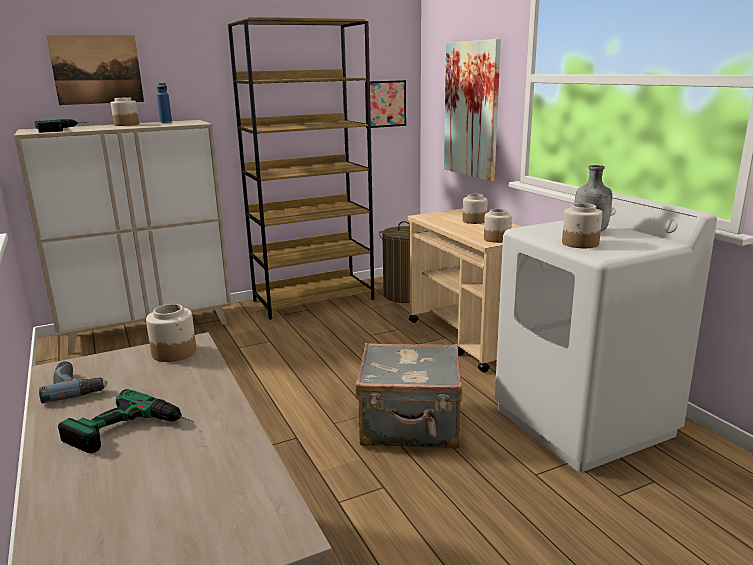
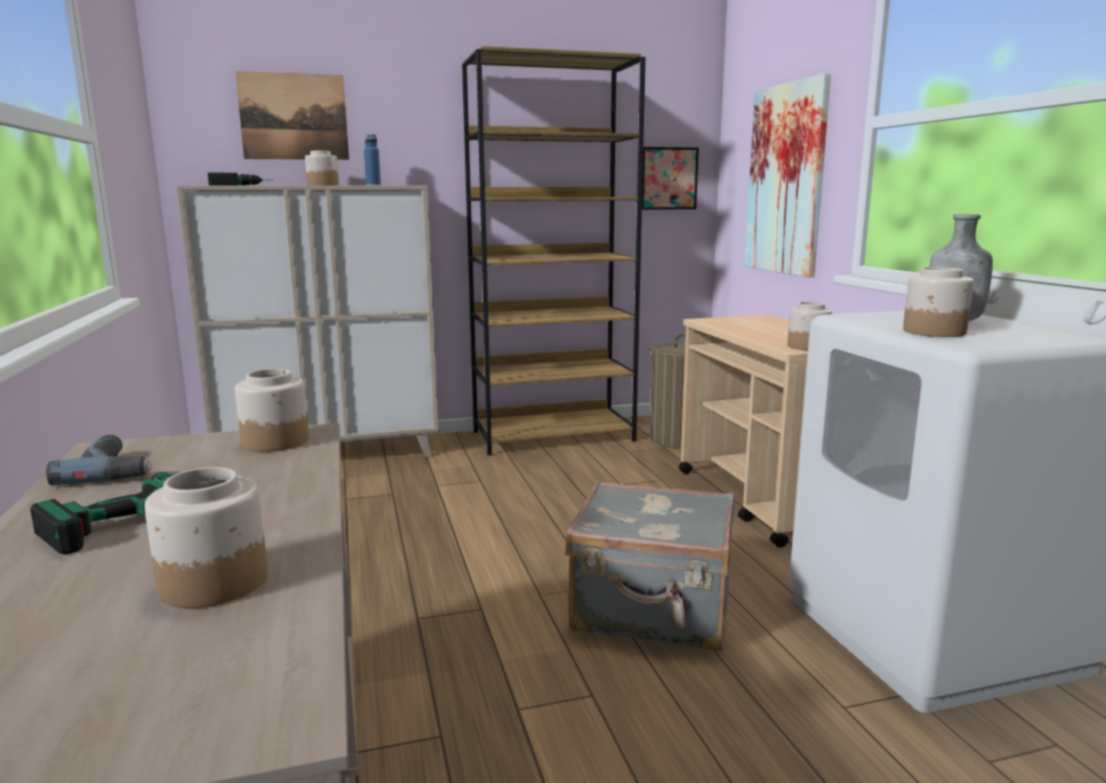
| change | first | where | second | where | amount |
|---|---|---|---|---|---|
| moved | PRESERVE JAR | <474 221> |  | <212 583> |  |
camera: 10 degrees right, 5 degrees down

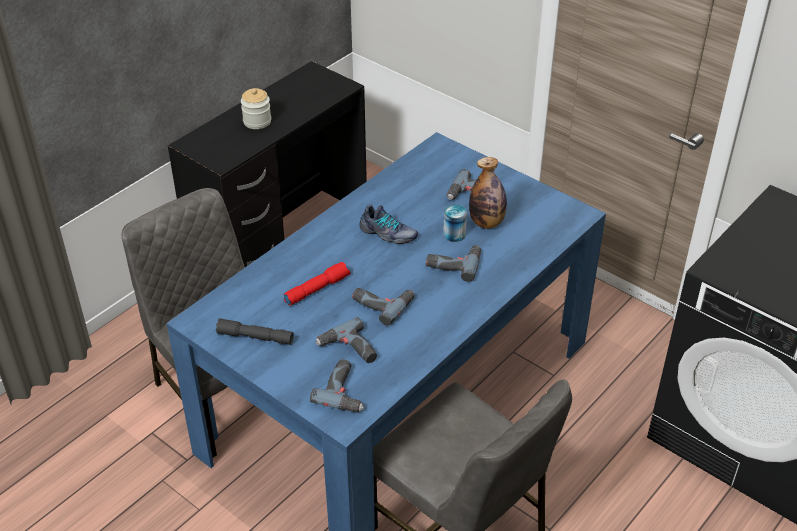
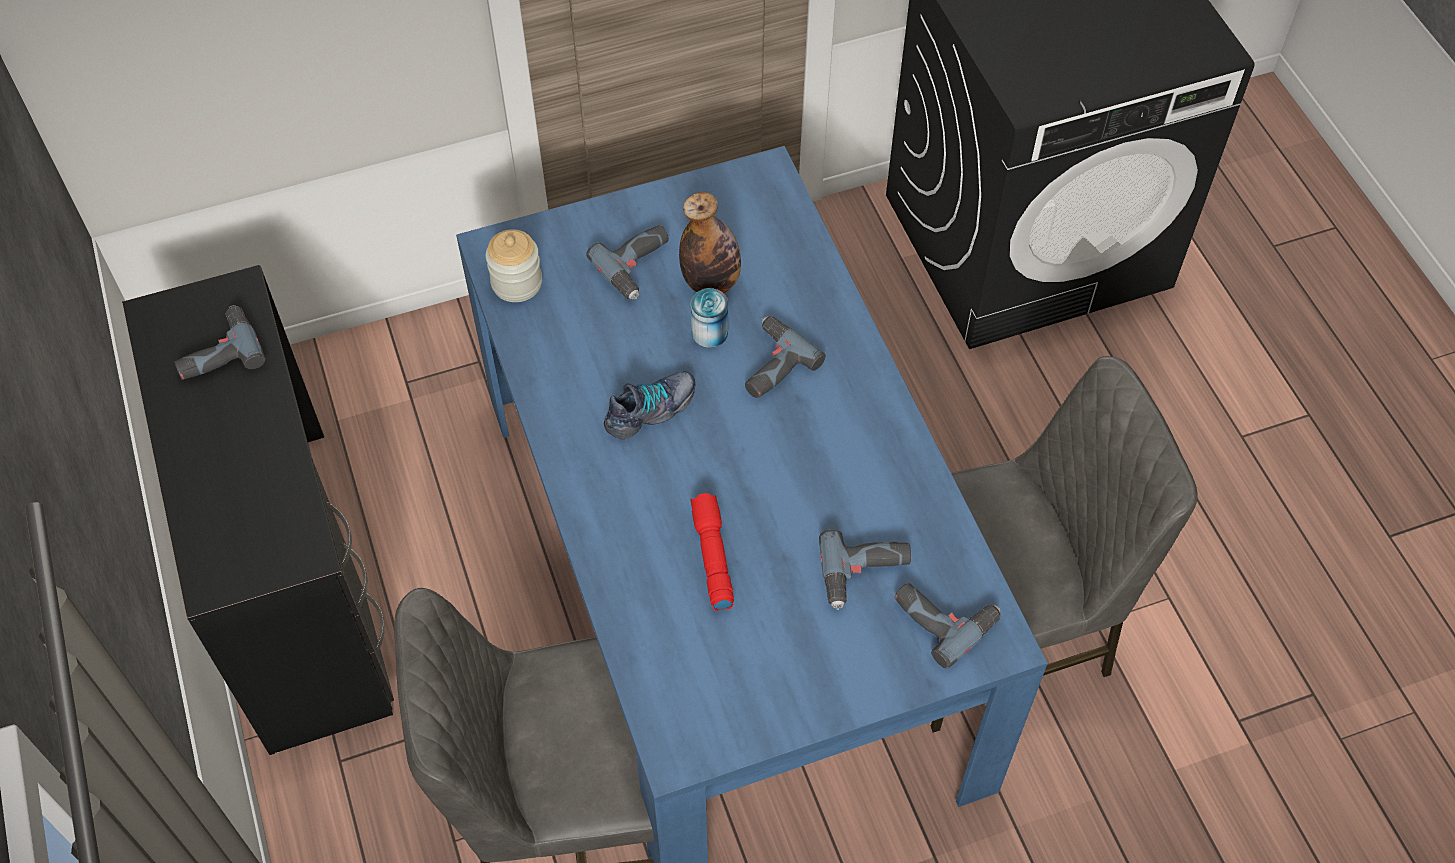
| change | first | where | second | where | amount |
|---|---|---|---|---|---|
| moved | ELECTRIC DRILL | <382 303> |  | <217 351> |  |
| moved | PRESERVE JAR | <257 121> |  | <517 283> |  |
| removed | GREYISH HAND TORCH | <255 337> |  |  |  |
camera: 60 degrees left, 15 degrees up

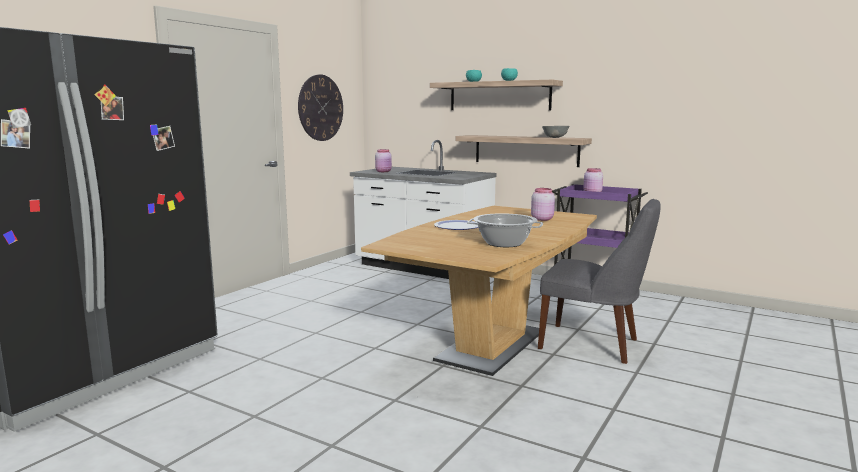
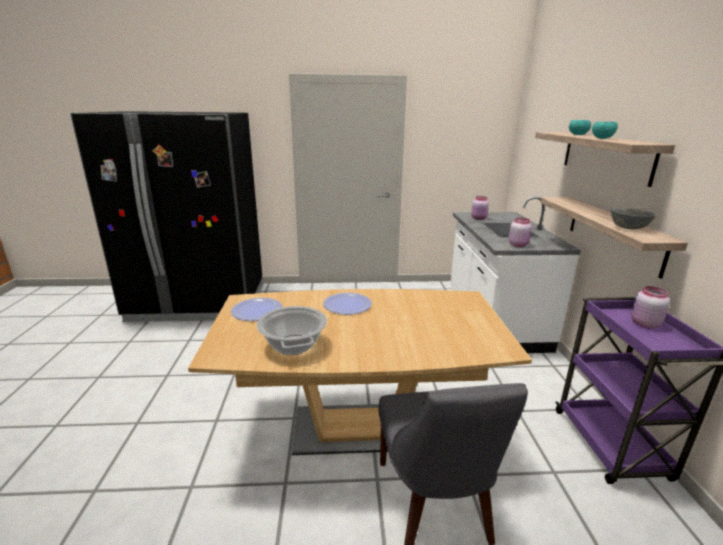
| change | first | where | second | where | amount |
|---|---|---|---|---|---|
| added |  |  | FLAT DISH | <257 310> |  |
| moved | PINK PRESERVE JAR | <542 219> |  | <518 245> |  |
| removed | WALL CLOCK | <320 108> |  |  |  |
camera: 55 degrees right, 10 degrees up

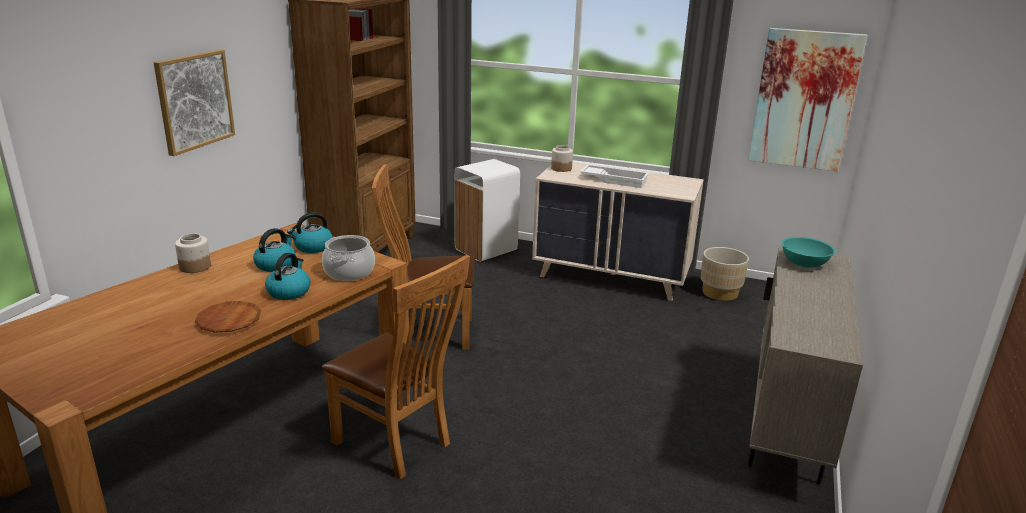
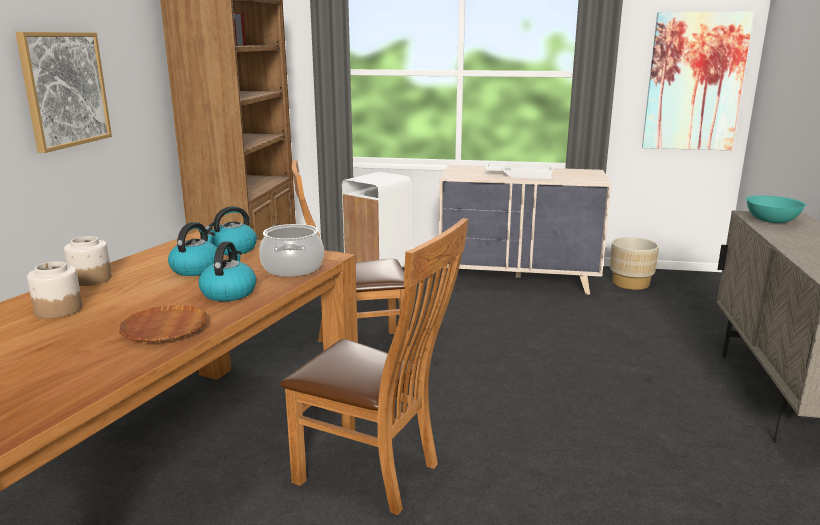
| change | first | where | second | where | amount |
|---|---|---|---|---|---|
| moved | PRESERVE JAR | <561 168> |  | <58 310> |  |
camera: 10 degrees left, 5 degrees down

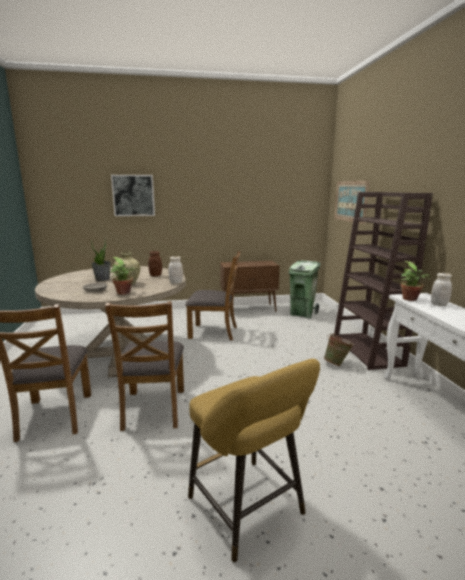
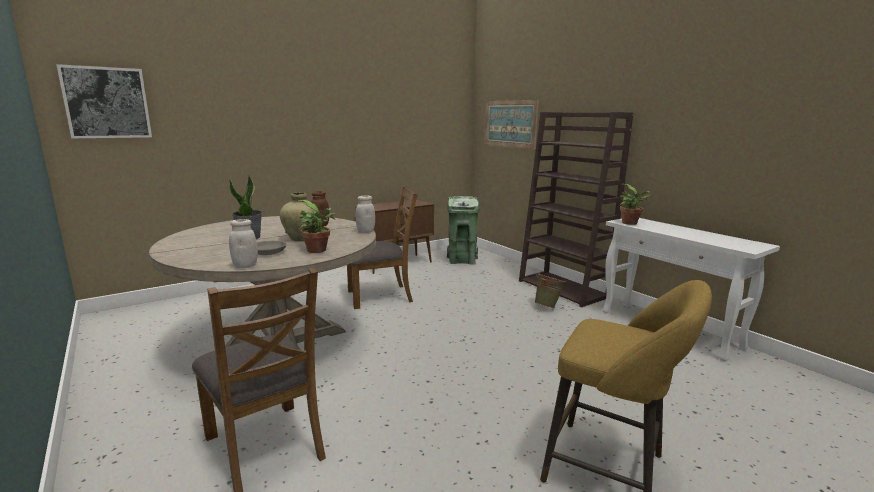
| change | first | where | second | where | amount |
|---|---|---|---|---|---|
| moved | WALL PICTURE | <133 195> |  | <107 103> |  |
| moved | WHITE PRESERVE JAR | <439 304> |  | <245 266> |  |
| removed | BROWNISH PLAIN CHAIR | <153 408> |  |  |  |
camera: 25 degrees left, 0 degrees up

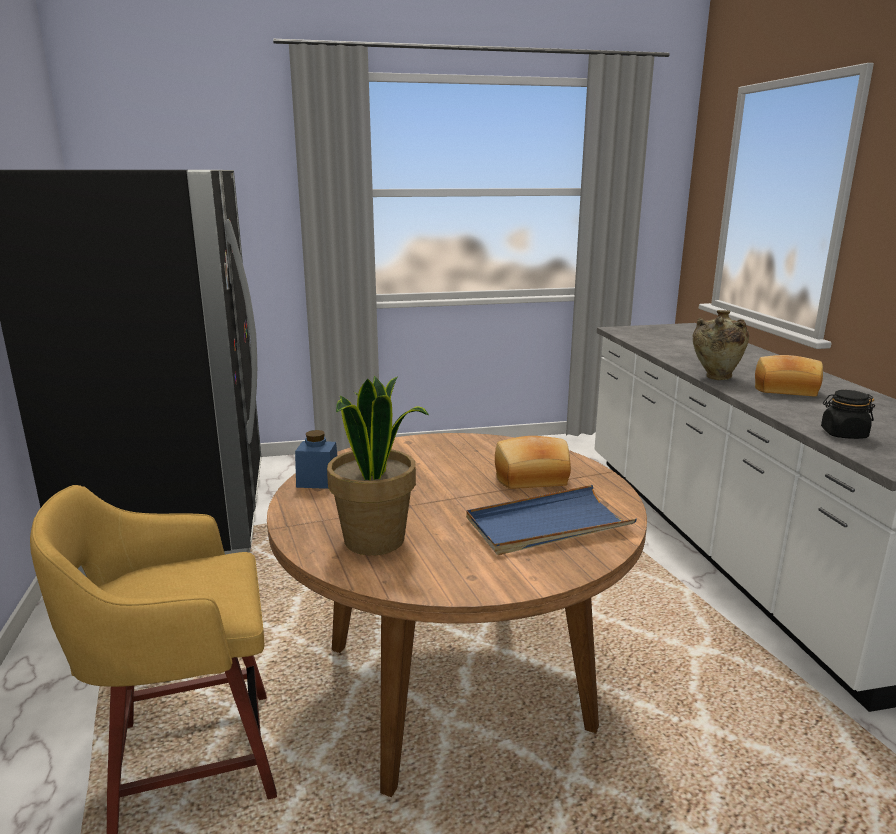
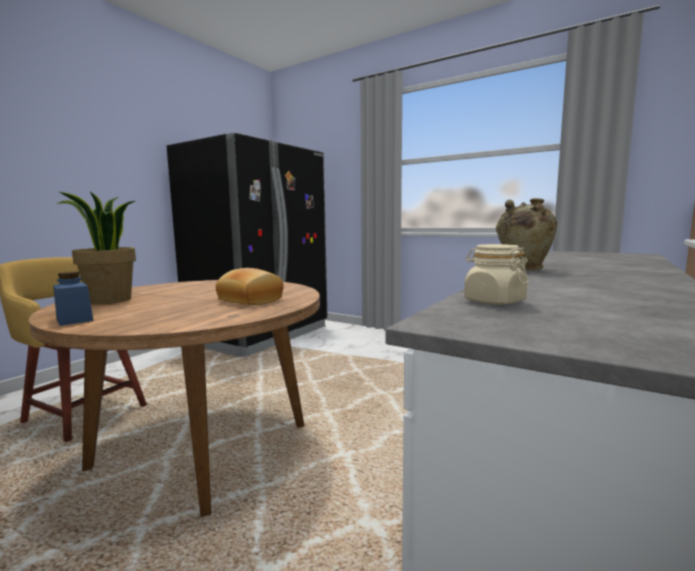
| change | first | where | second | where | amount |
|---|---|---|---|---|---|
| moved | BLUE-COLOURED PRESERVE JAR | <318 481> |  | <74 320> |  |
| recoloured | BLACK PRESERVE JAR | <843 434> | SAND-COLOURED PRESERVE JAR | <493 301> |  |
| removed | BLUE-COLOURED TRAY | <547 525> |  |  |  |
| removed | BREAD | <785 389> |  |  |  |
camera: 45 degrees right, 10 degrees down

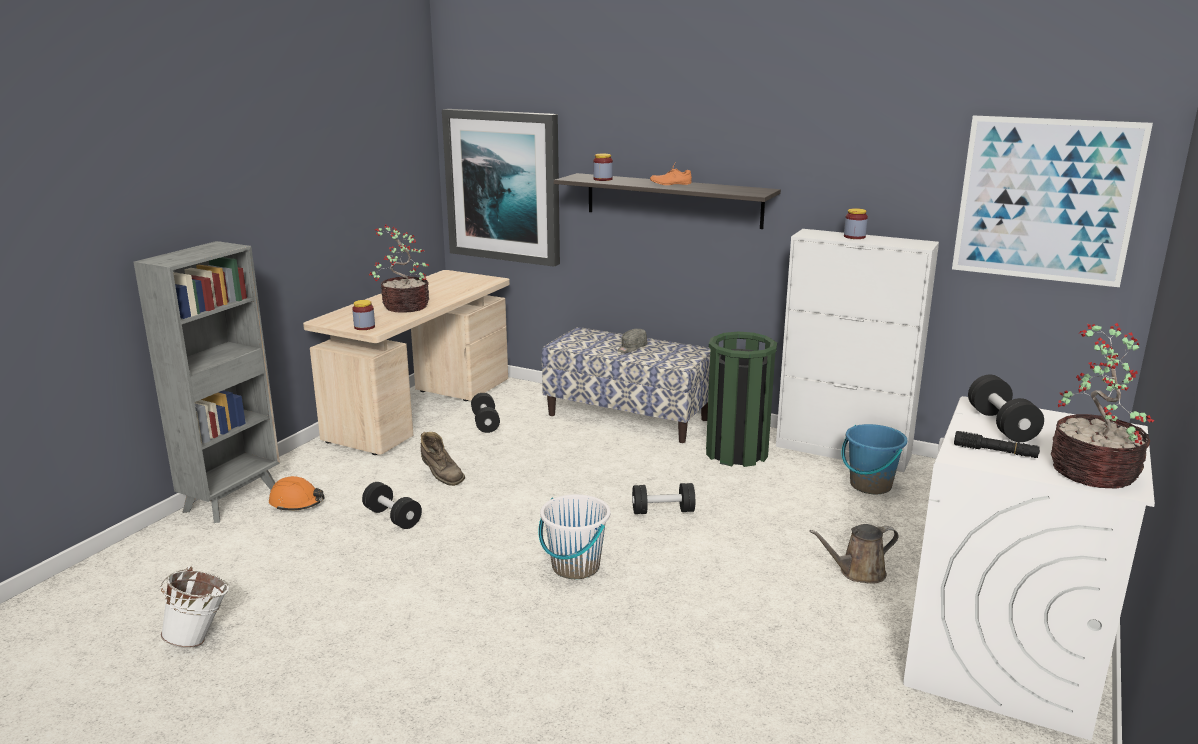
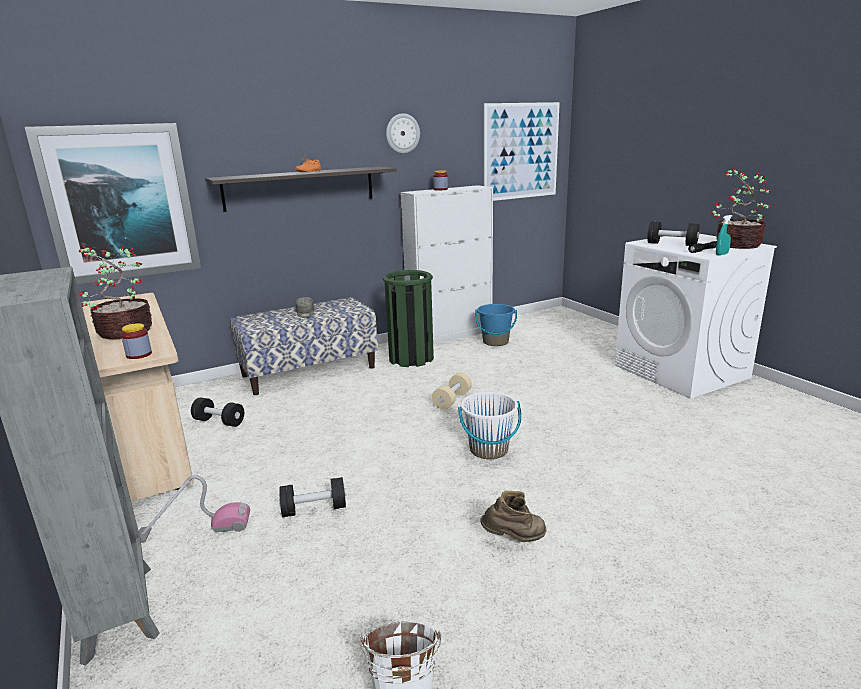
| change | first | where | second | where | amount |
|---|---|---|---|---|---|
| added |  |  | VACUUM CLEANER | <194 529> |  |
| added |  |  | WALL CLOCK | <402 133> |  |
| recoloured | BLACK HAND WEIGHT | <663 511> | SAND-COLOURED HAND WEIGHT | <452 400> |  |
| moved | BROWNISH BOOT | <441 477> |  | <514 538> |  |
| added |  |  | TURQUOISE SPRAY BOTTLE | <721 254> |  |
| removed | ORANGEY WORK HELMET | <297 503> |  |  |  |
| removed | PRESERVE JAR | <603 179> |  |  |  |
| removed | BROWNISH WATERING CAN | <858 573> |  |  |  |
camera: 55 degrees left, 0 degrees up

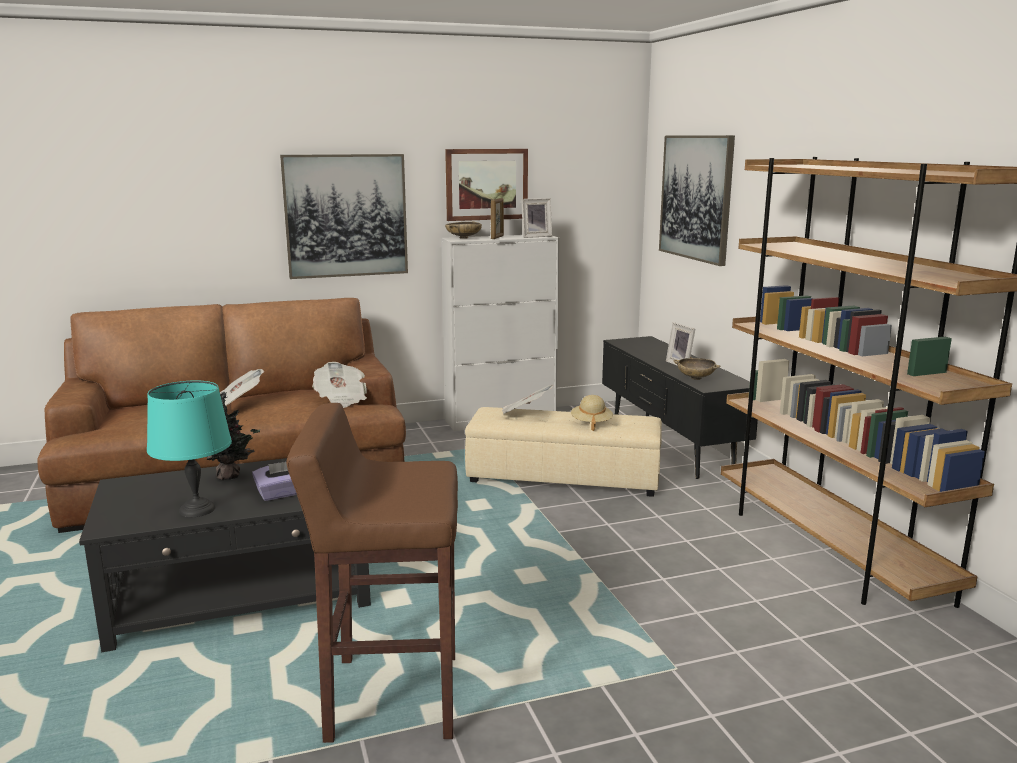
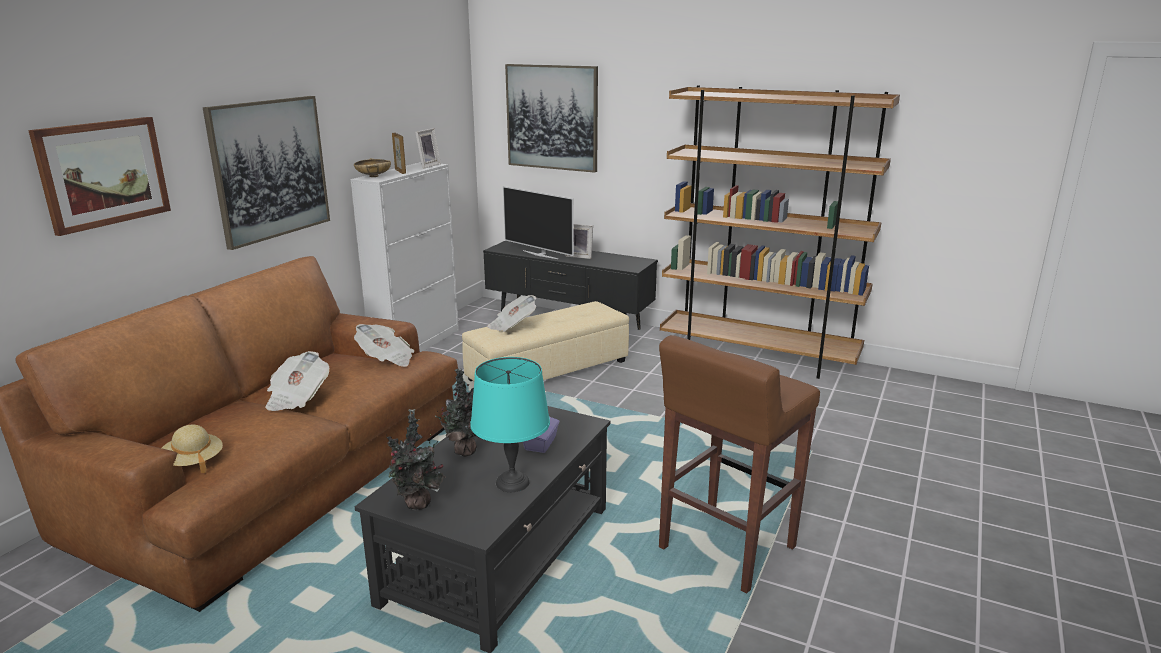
| change | first | where | second | where | amount |
|---|---|---|---|---|---|
| moved | WALL PICTURE | <486 184> |  | <103 173> |  |
| moved | SAND-COLOURED CLOTHING HAT | <591 423> |  | <193 462> |  |
| added |  |  | HOUSEPLANT | <417 505> |  |
| added |  |  | TELEVISION | <540 254> |  |
| removed | SAND-COLOURED BOWL | <695 378> |  |  |  |
camera: 45 degrees left, 5 degrees up

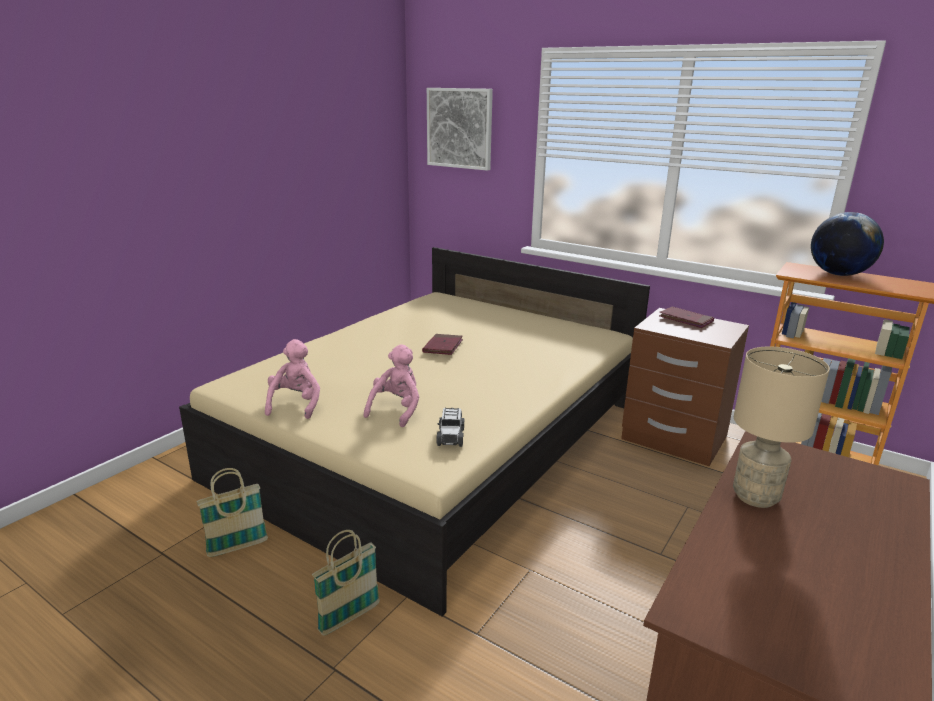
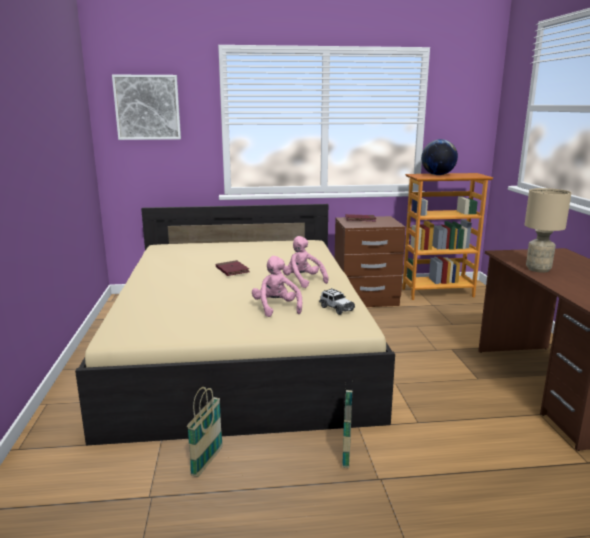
| change | first | where | second | where | amount |
|---|---|---|---|---|---|
| moved | PINK PLUSH TOY | <295 404> |  | <303 281> |  |
camera: 40 degrees left, 5 degrees down

